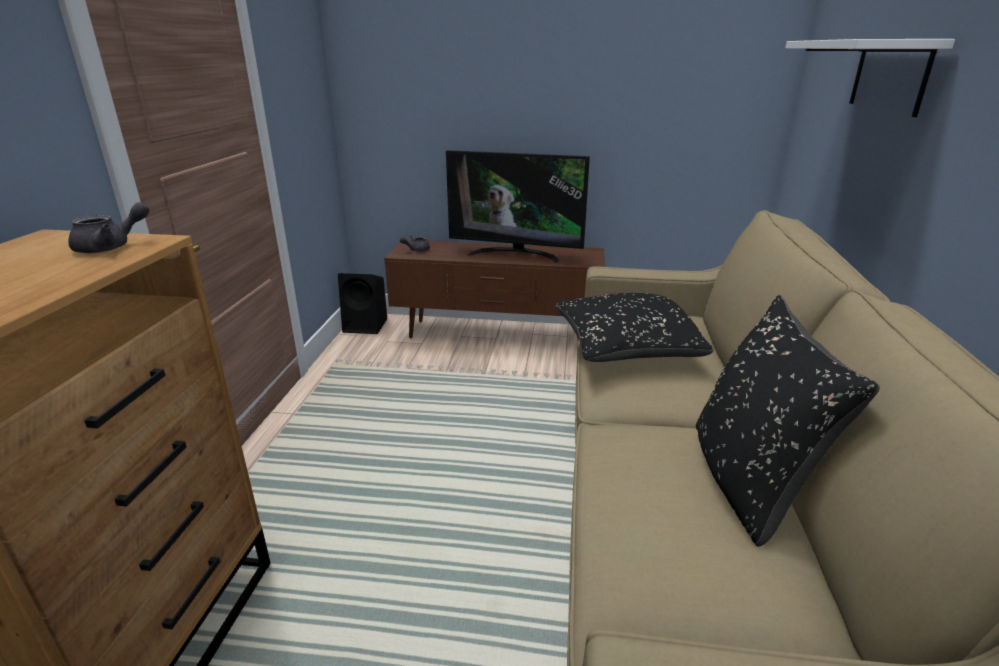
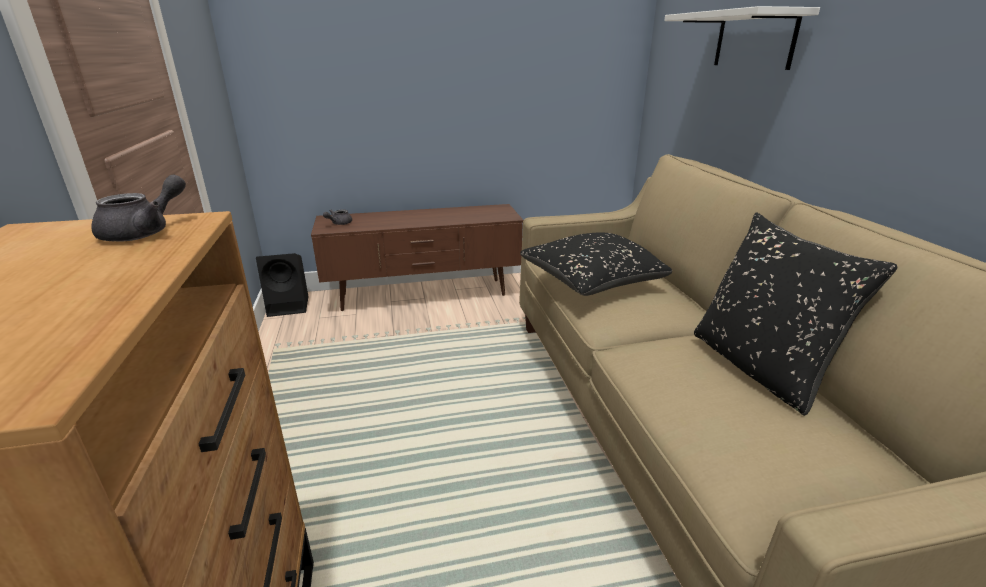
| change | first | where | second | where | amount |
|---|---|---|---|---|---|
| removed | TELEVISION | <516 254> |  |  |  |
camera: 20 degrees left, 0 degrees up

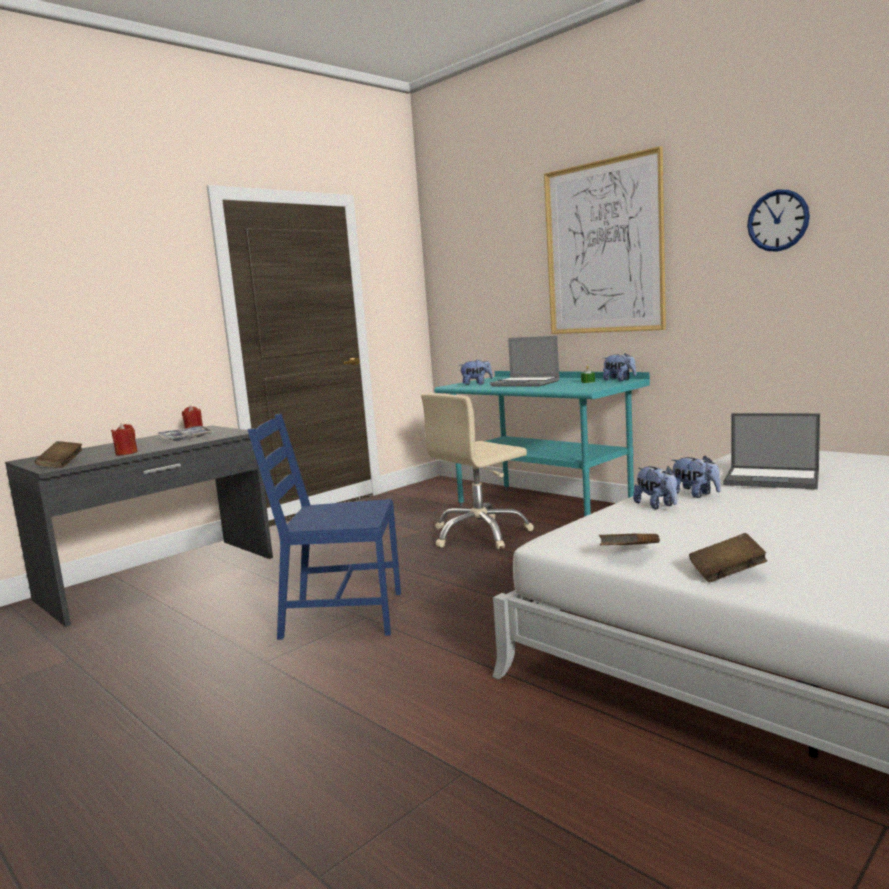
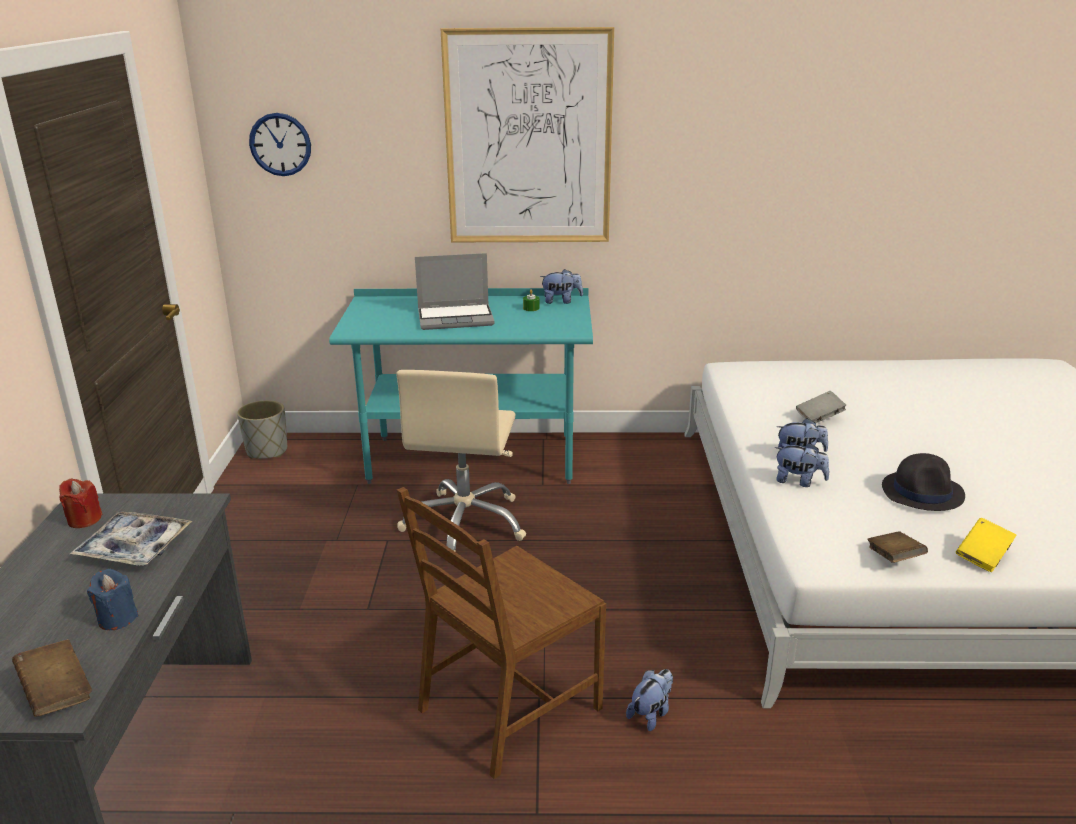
| change | first | where | second | where | amount |
|---|---|---|---|---|---|
| recoloured | REDDISH CANDLE | <126 453> | BLUE-COLOURED CANDLE | <117 618> |  |
| added |  |  | GREYISH PLANT POT | <267 451> |  |
| moved | WALL CLOCK | <778 220> |  | <280 144> |  |
| recoloured | BLUE-COLOURED PLAIN CHAIR | <341 615> | BROWNISH PLAIN CHAIR | <508 709> |  |
| moved | PLUSH TOY | <476 384> |  | <651 714> |  |
| replaced | NOTEBOOK COMPUTER | <773 479> | GREYISH VOLUME | <819 417> |  |
| added |  |  | BLACK CLOTHING HAT | <922 492> |  |
| recoloured | BROWNISH VOLUME | <727 573> | YELLOW VOLUME | <983 556> |  |
camera: 45 degrees left, 15 degrees up

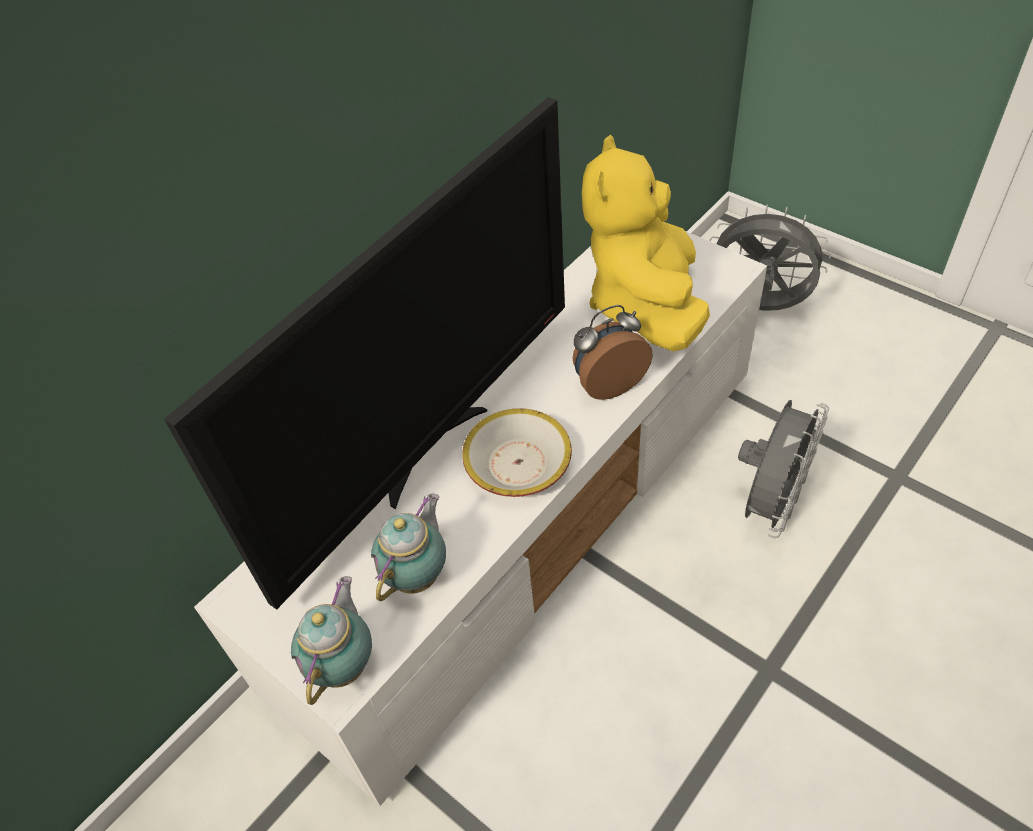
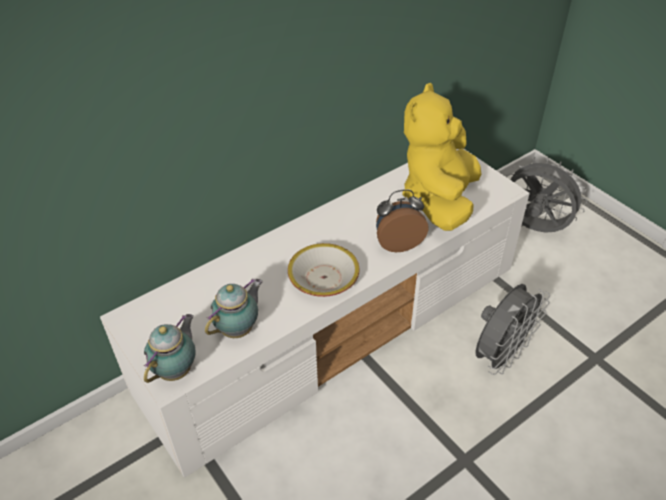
| change | first | where | second | where | amount |
|---|---|---|---|---|---|
| removed | TELEVISION | <430 449> |  |  |  |
camera: 10 degrees right, 5 degrees down

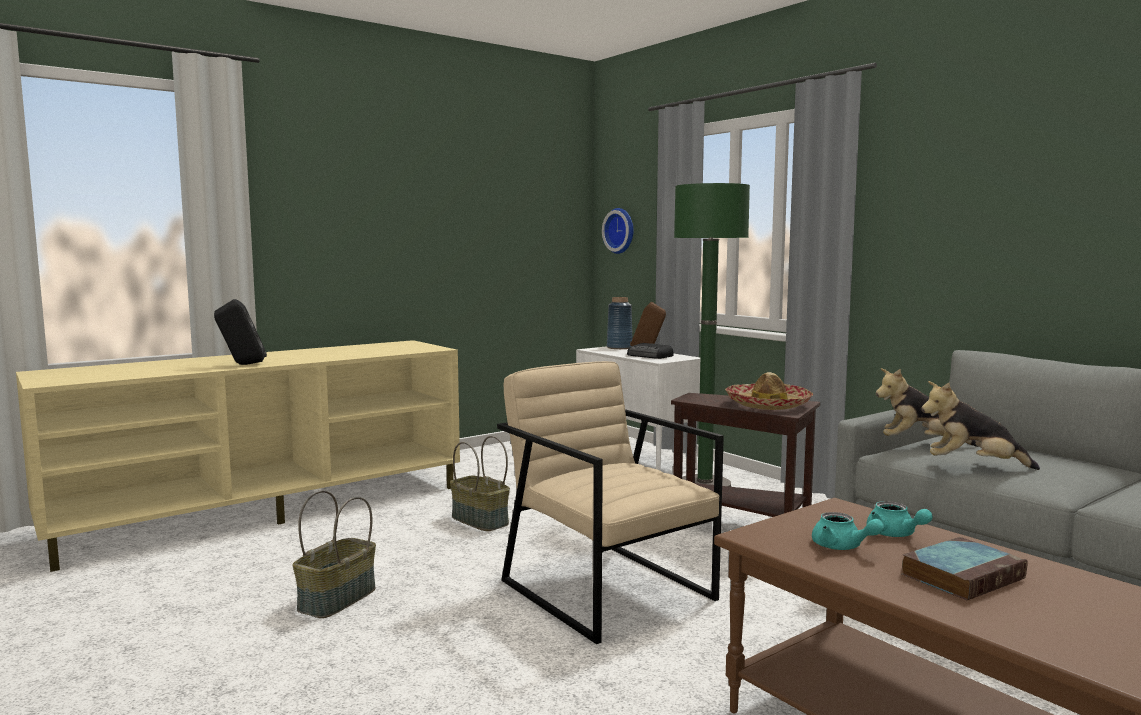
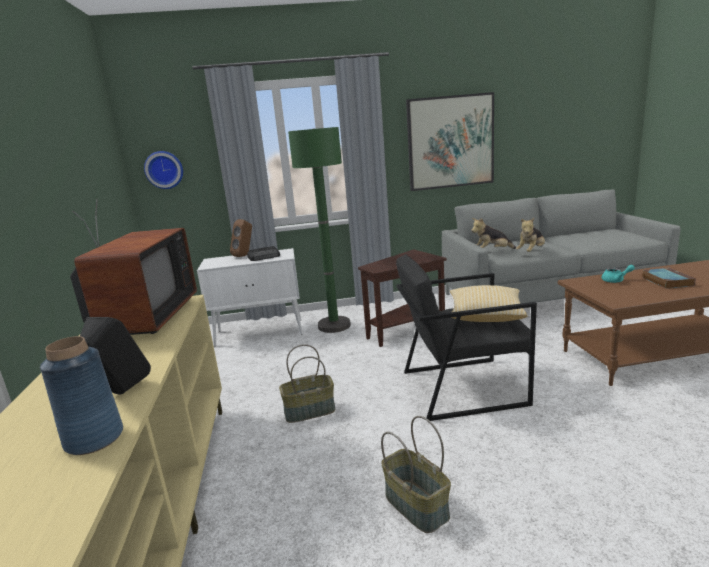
| change | first | where | second | where | amount |
|---|---|---|---|---|---|
| moved | BLUE-COLOURED VASE | <619 347> |  | <93 439> |  |
| added |  |  | TELEVISION | <144 319> |  |
| recoloured | SAND-COLOURED LOUNGE CHAIR | <608 589> | BLACK LOUNGE CHAIR | <462 387> |  |
| added |  |  | WALL PICTURE | <450 142> |  |
| added |  |  | THROW PILLOW | <485 316> |  |
| turned | PLUSH TOY | <921 444> |  | <492 252> | 45 degrees clockwise |
| removed | CLOTHING HAT | <768 405> |  |  |  |
| removed | TURQUOISE POT FOR TEA | <842 547> |  |  |  |
camera: 60 degrees left, 10 degrees up

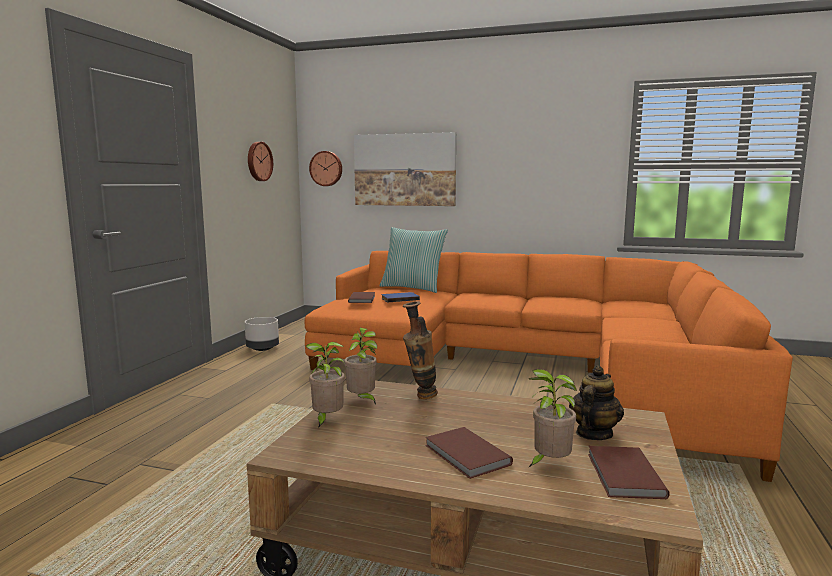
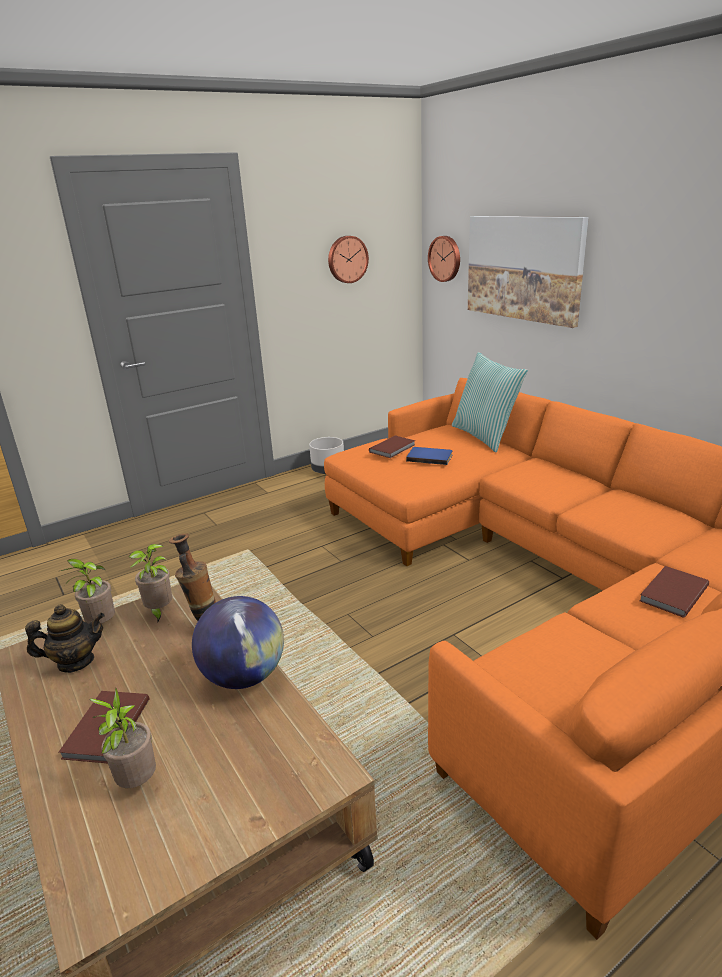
| change | first | where | second | where | amount |
|---|---|---|---|---|---|
| moved | POT FOR TEA | <593 434> |  | <75 662> |  |
| added |  |  | DESK GLOBE | <244 676> |  |
| moved | BROWNISH VOLUME | <623 475> |  | <671 593> |  |
camera: 40 degrees right, 15 degrees up

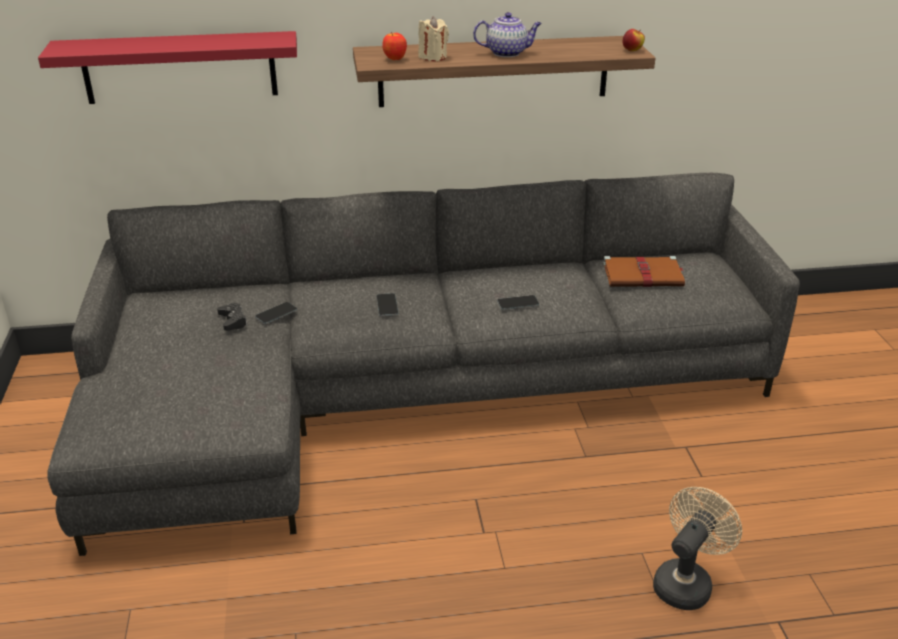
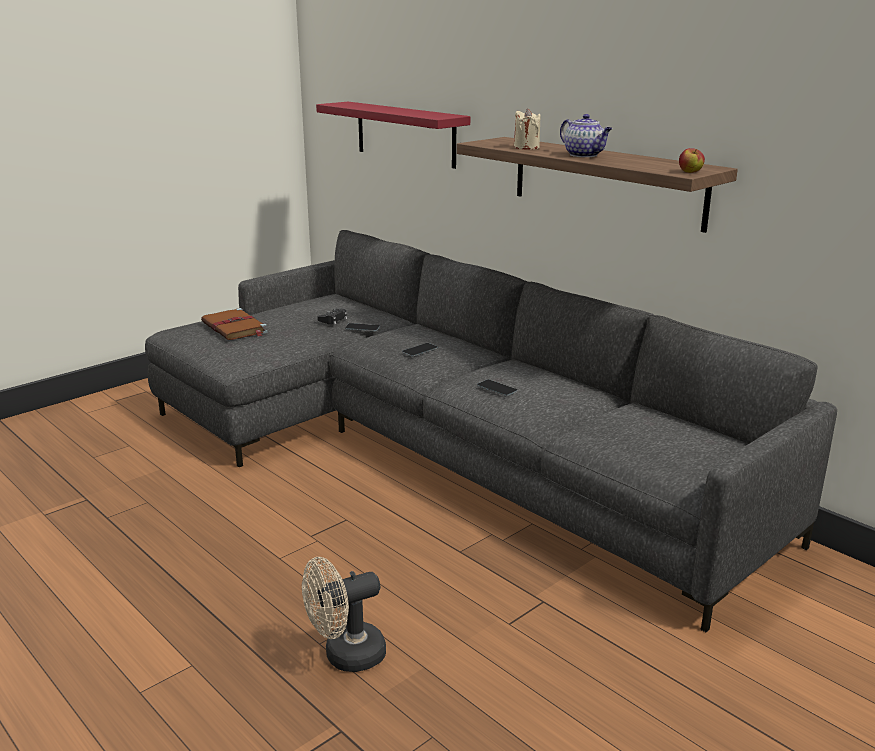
| change | first | where | second | where | amount |
|---|---|---|---|---|---|
| moved | BROWNISH VOLUME | <644 275> |  | <235 328> |  |
| turned | SAND-COLOURED COOLING FAN | <686 582> |  | <345 656> | 150 degrees clockwise |
| removed | APPLE FRUIT | <395 59> |  |  |  |
camera: 55 degrees right, 10 degrees down

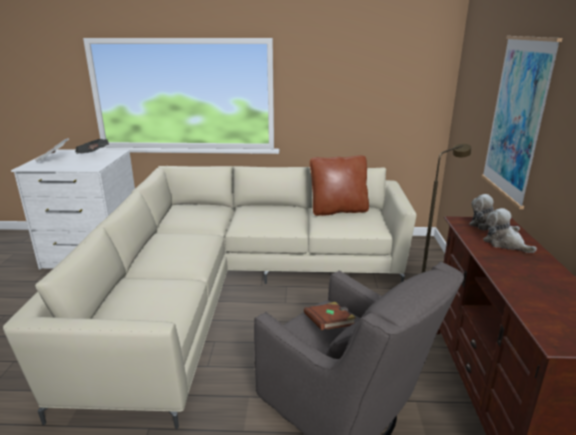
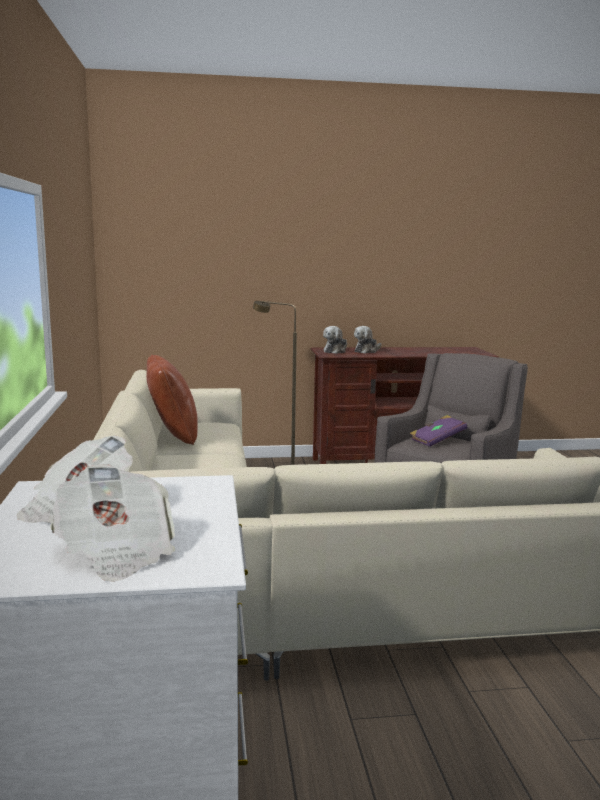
| change | first | where | second | where | amount |
|---|---|---|---|---|---|
| recoloured | BROWNISH VOLUME | <329 325> | PURPLE VOLUME | <437 441> |  |
| removed | WALL PICTURE | <516 119> |  |  |  |
camera: 100 degrees left, 10 degrees down

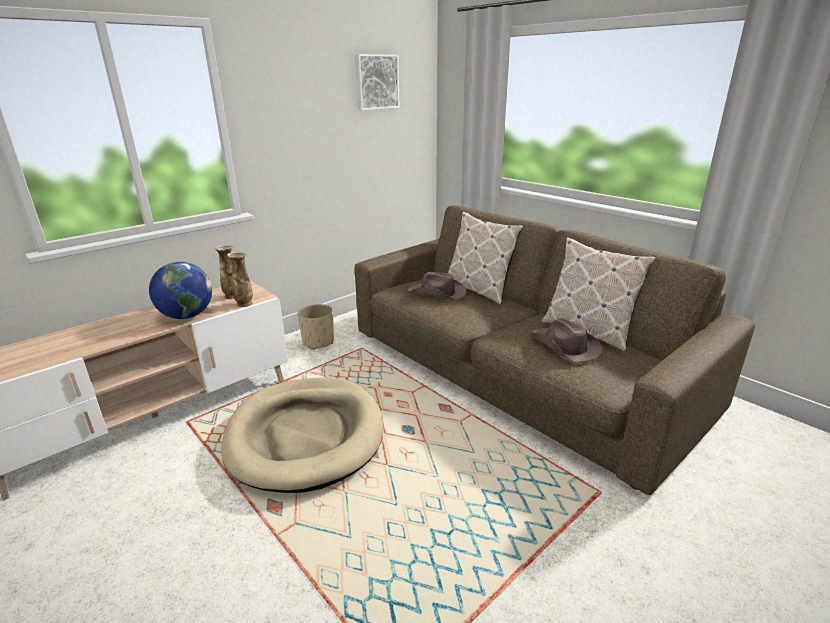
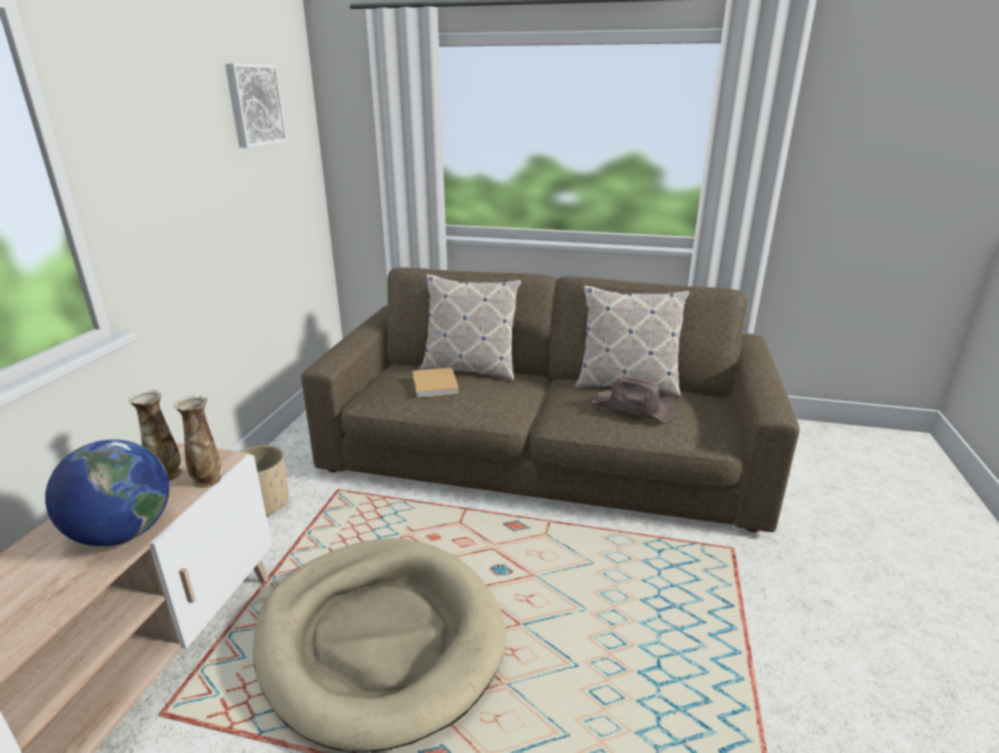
| change | first | where | second | where | amount |
|---|---|---|---|---|---|
| replaced | BROWNISH CLOTHING HAT | <438 293> | SAND-COLOURED VOLUME | <435 385> |  |
camera: 35 degrees left, 0 degrees up

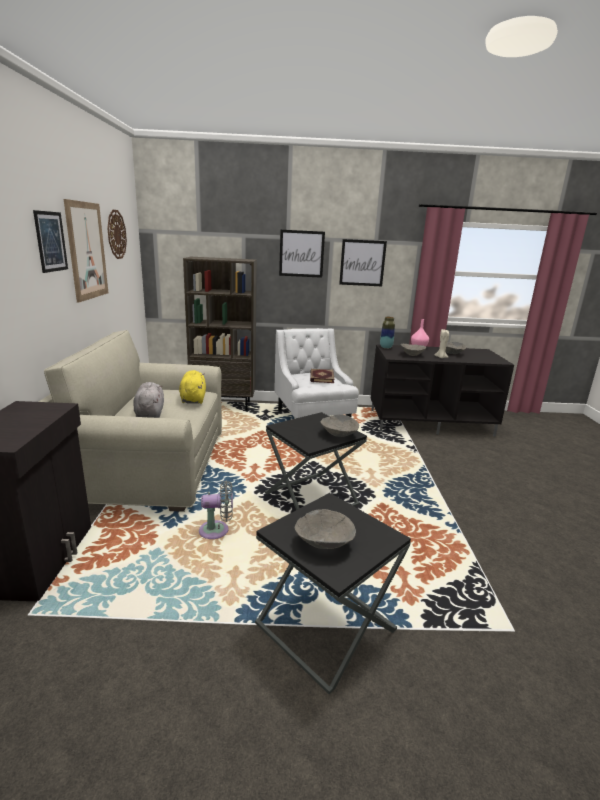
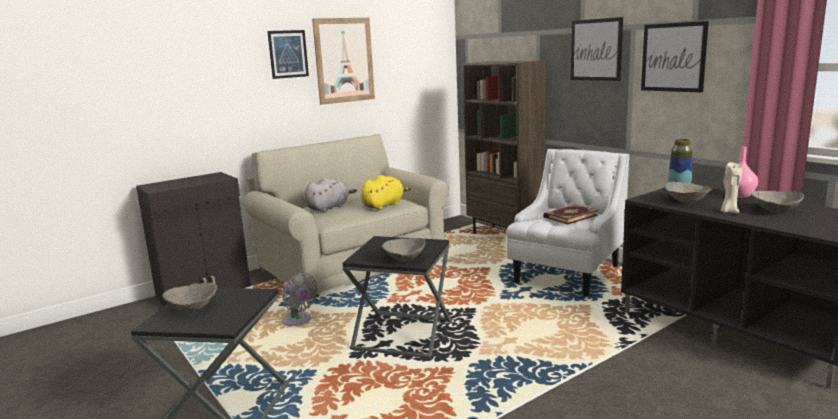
| change | first | where | second | where | amount |
|---|---|---|---|---|---|
| removed | WALL CLOCK | <116 234> |  |  |  |
camera: 55 degrees right, 5 degrees down

